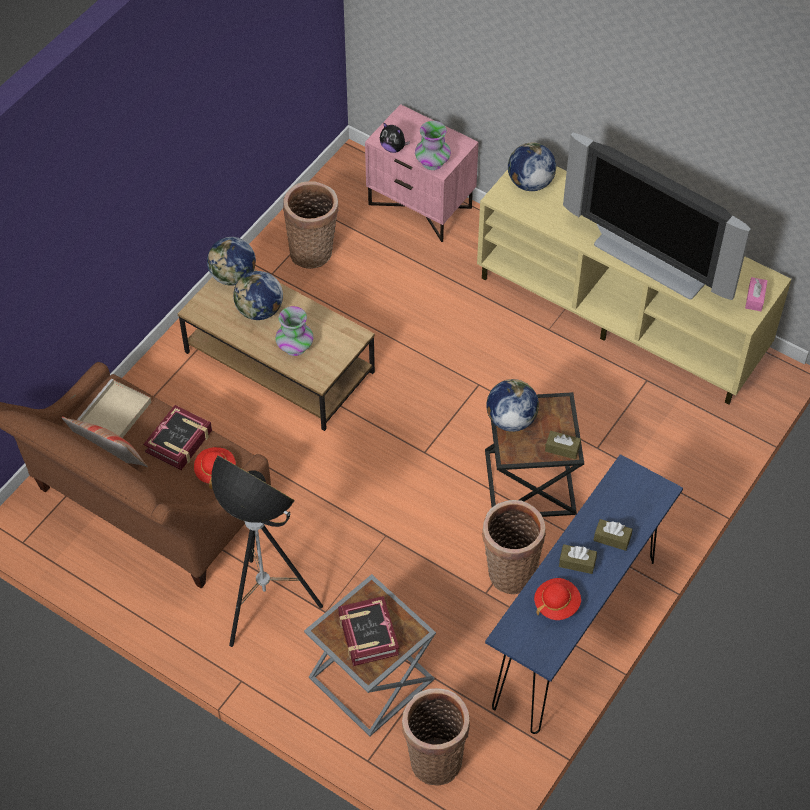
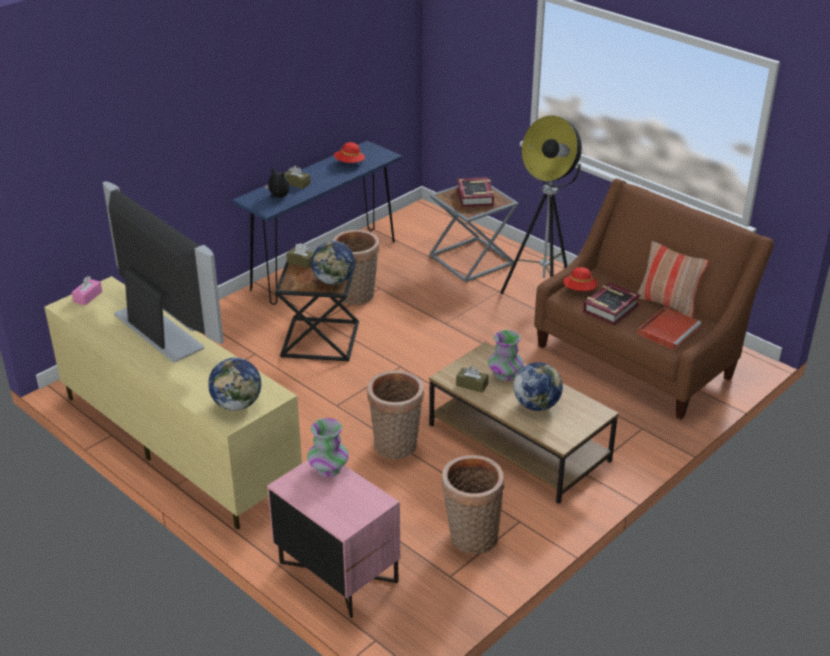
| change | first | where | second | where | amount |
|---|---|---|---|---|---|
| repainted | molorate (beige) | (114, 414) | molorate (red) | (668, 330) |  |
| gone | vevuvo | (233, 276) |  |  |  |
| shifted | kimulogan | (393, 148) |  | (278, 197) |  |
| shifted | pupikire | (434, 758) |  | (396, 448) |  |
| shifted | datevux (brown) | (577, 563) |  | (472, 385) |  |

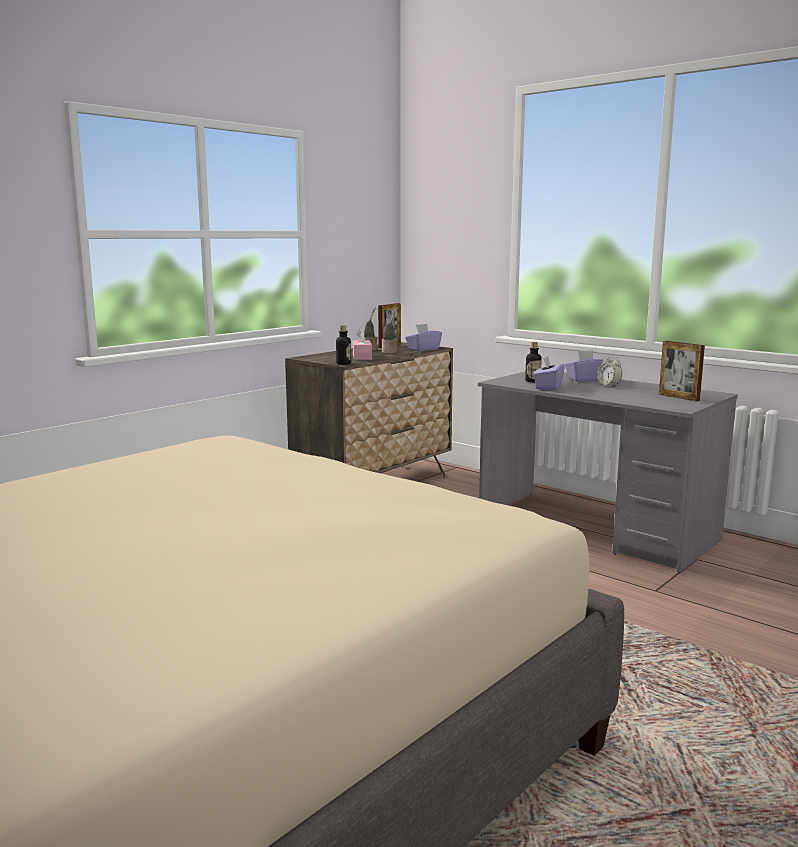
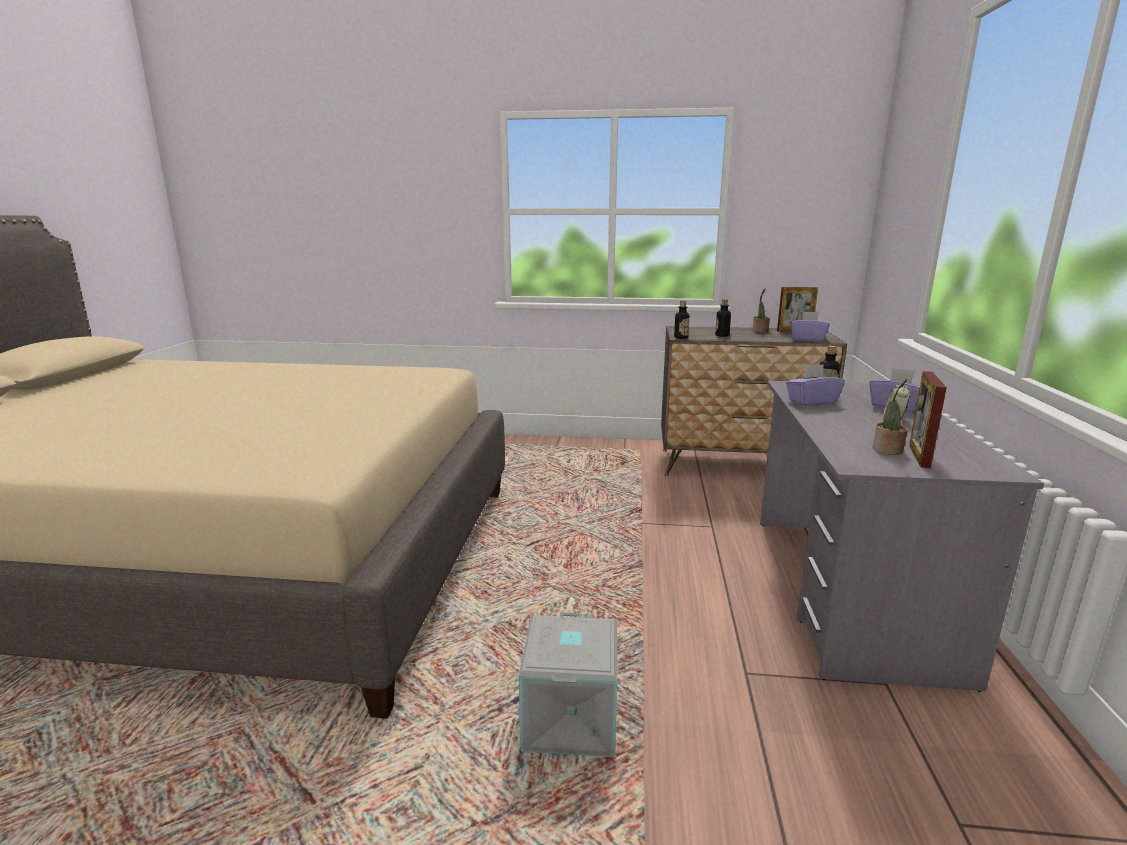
| change | first | where | second | where | amount |
|---|---|---|---|---|---|
| swapped | datevux (pink) | (362, 357) | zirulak | (722, 335) |  |
| shifted | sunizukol | (390, 352) |  | (888, 450) |  |
| new |  |  | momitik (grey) | (572, 720) |  |

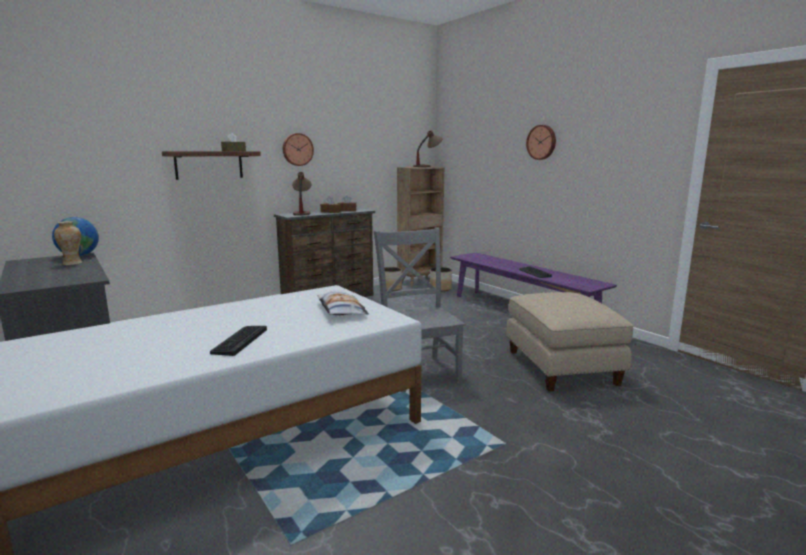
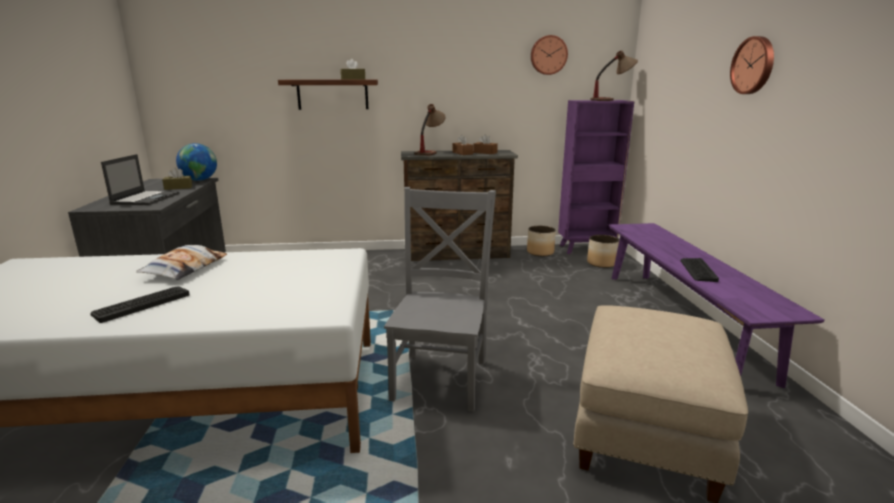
| change | first | where | second | where | amount |
|---|---|---|---|---|---|
| swapped | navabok | (72, 263) | datevux (brown) | (178, 187) |  |
| shifted | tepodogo | (297, 149) |  | (548, 55) |  |
| shifted | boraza | (341, 310) |  | (185, 268) |  |
| repainted | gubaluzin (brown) | (420, 281) | gubaluzin (purple) | (586, 249) |  |
| new |  |  | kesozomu | (146, 198) |  |

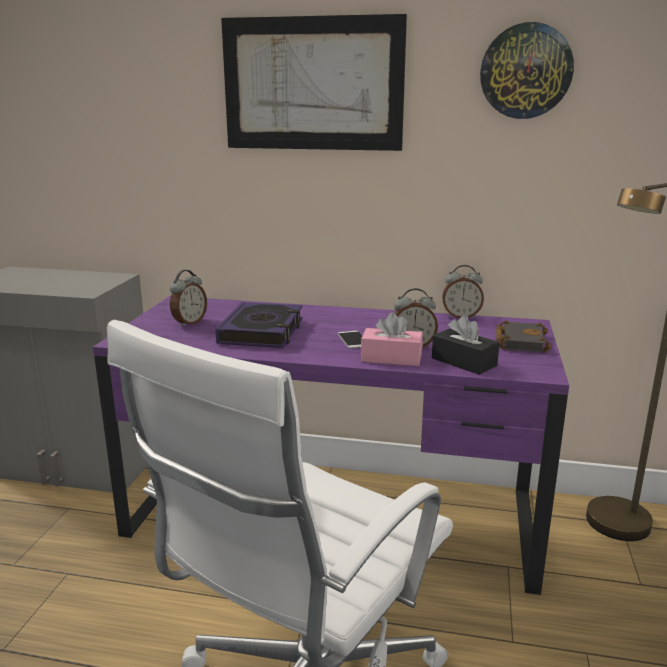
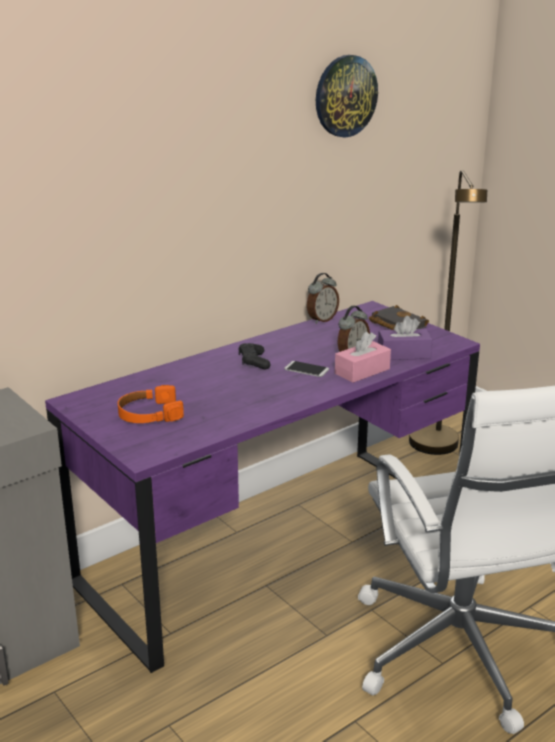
| change | first | where | second | where | amount |
|---|---|---|---|---|---|
| swapped | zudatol | (189, 323) | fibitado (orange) | (149, 414) |  |
| gone | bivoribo | (262, 332) |  |  |  |
| gone | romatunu | (312, 84) |  |  |  |
| repainted | datevux (black) | (464, 362) | datevux (purple) | (404, 354) |  |
| new |  |  | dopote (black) | (253, 362) |  |

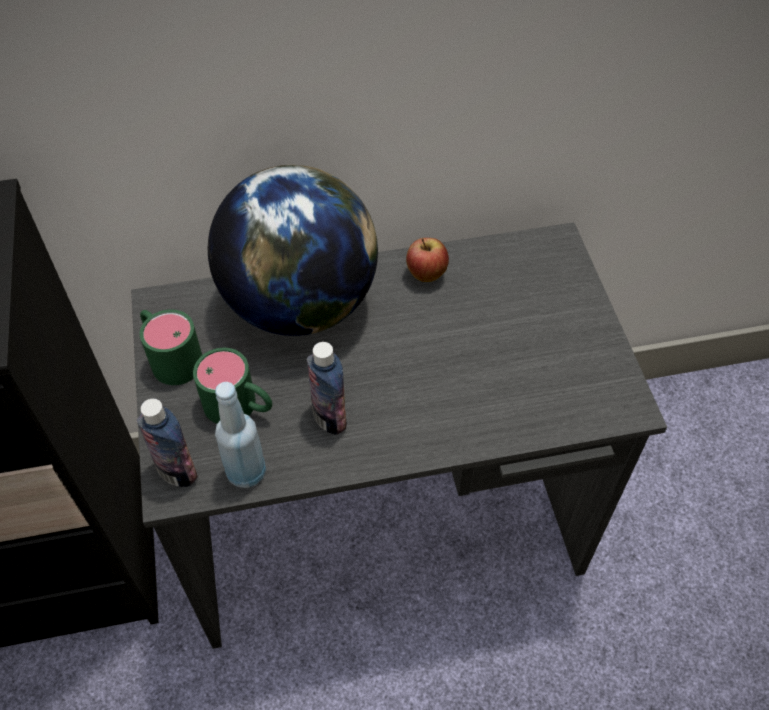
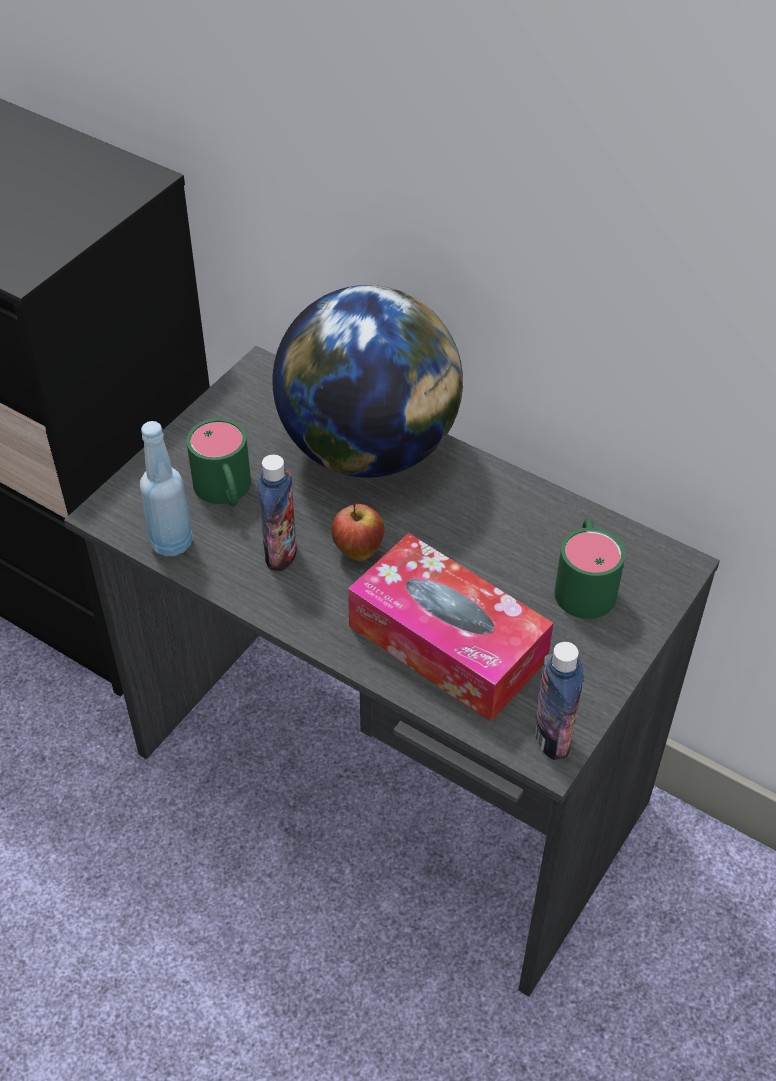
| change | first | where | second | where | amount |
|---|---|---|---|---|---|
| shifted | zirulak | (177, 472) |  | (551, 737) |  |
| shifted | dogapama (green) | (170, 356) |  | (584, 582) |  |
| shifted | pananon | (426, 275) |  | (358, 551) |  |
| new |  |  | datevux | (447, 643) |  |

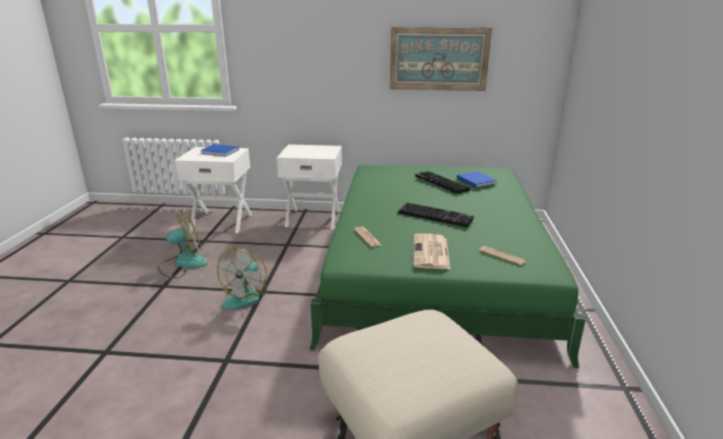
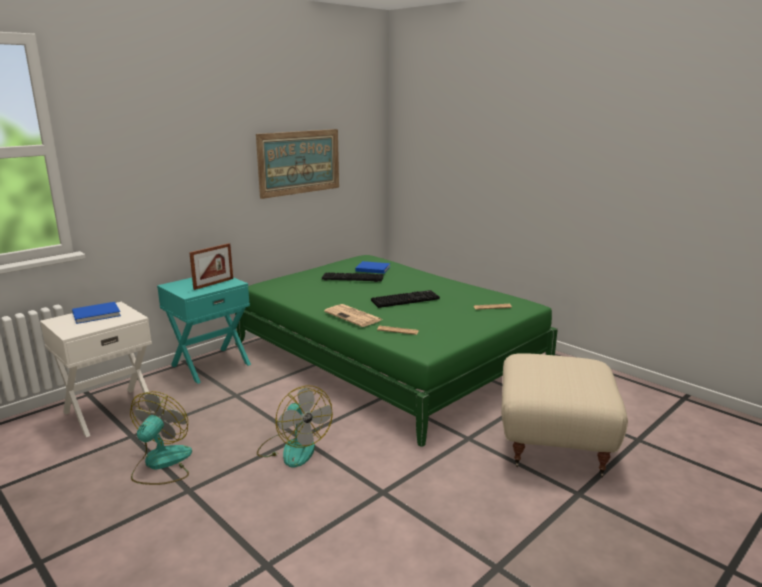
| change | first | where | second | where | amount |
|---|---|---|---|---|---|
| repainted | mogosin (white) | (313, 218) | mogosin (turquoise) | (210, 364) |  |
| shifted | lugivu | (431, 252) |  | (354, 316) |  |
| new |  |  | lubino | (213, 284) |  |

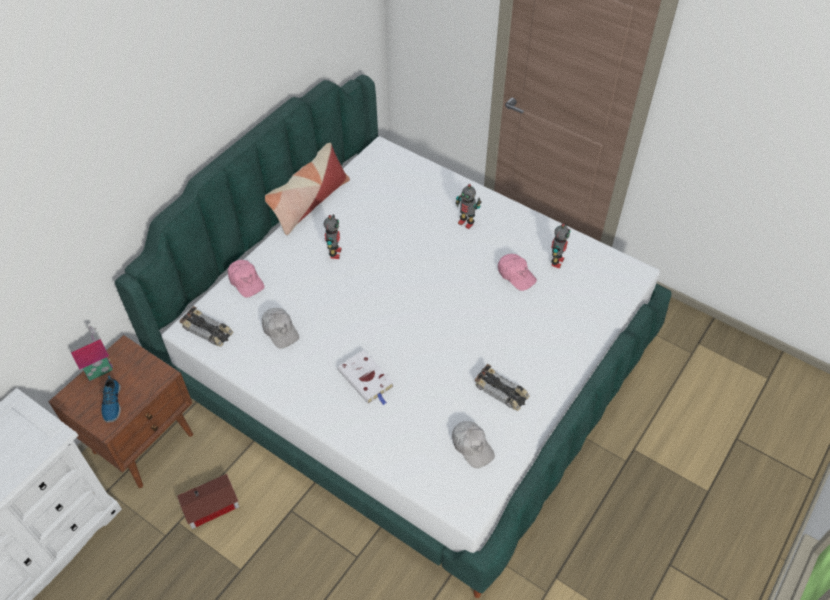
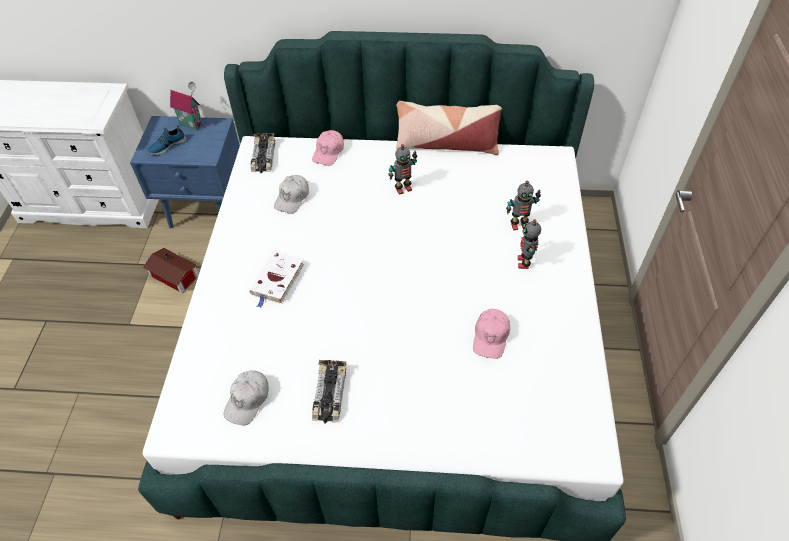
| change | first | where | second | where | amount |
|---|---|---|---|---|---|
| repainted | mogosin (brown) | (145, 442) | mogosin (blue) | (208, 208) |  |
| shifted | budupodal | (556, 262) |  | (519, 225) |  |

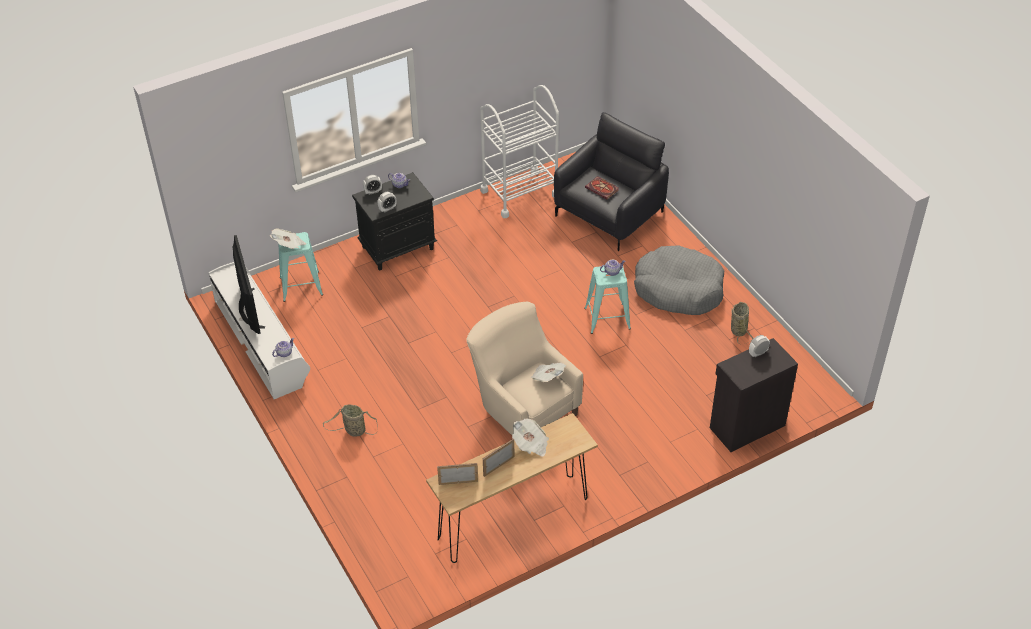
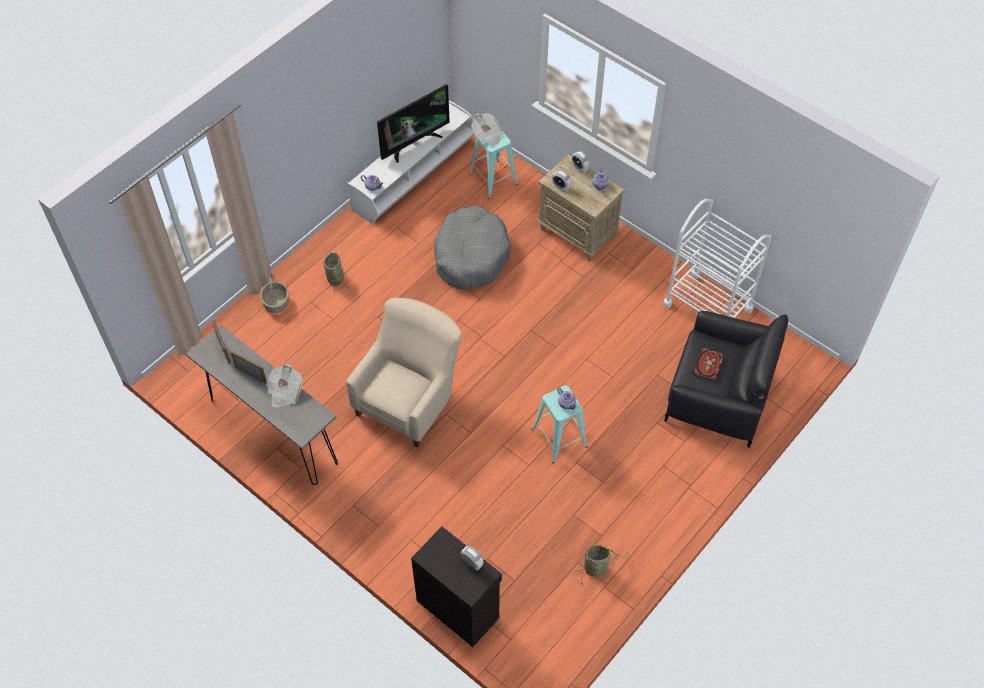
| change | first | where | second | where | amount |
|---|---|---|---|---|---|
| repainted | mogosin (black) | (398, 247) | mogosin (beige) | (578, 233) |  |
| repainted | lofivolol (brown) | (513, 519) | lofivolol (grey) | (273, 431) |  |
| gone | lugivu | (547, 377) |  |  |  |
| shifted | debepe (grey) | (678, 289) |  | (471, 255) |  |
| new |  |  | pupikire | (276, 303) |  |

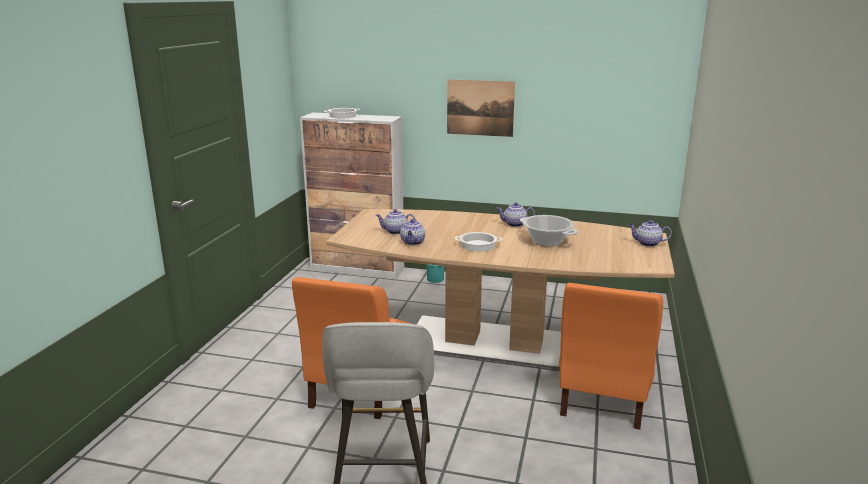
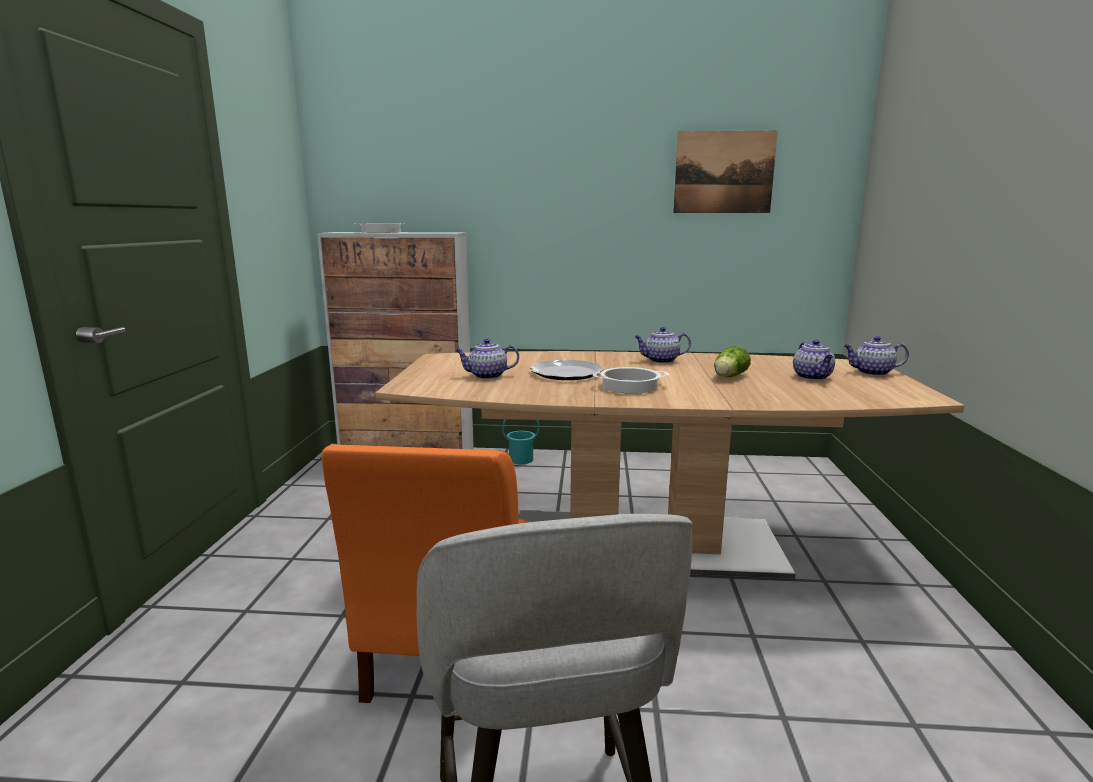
| change | first | where | second | where | amount |
|---|---|---|---|---|---|
| shifted | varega | (413, 242) |  | (813, 377) |  |
| shifted | romatunu | (480, 108) |  | (724, 172) |  |
| swapped | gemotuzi | (547, 241) | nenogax | (728, 377) |  |
| gone | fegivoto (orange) | (602, 398) |  |  |  |
| new |  |  | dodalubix | (567, 373) |  |

